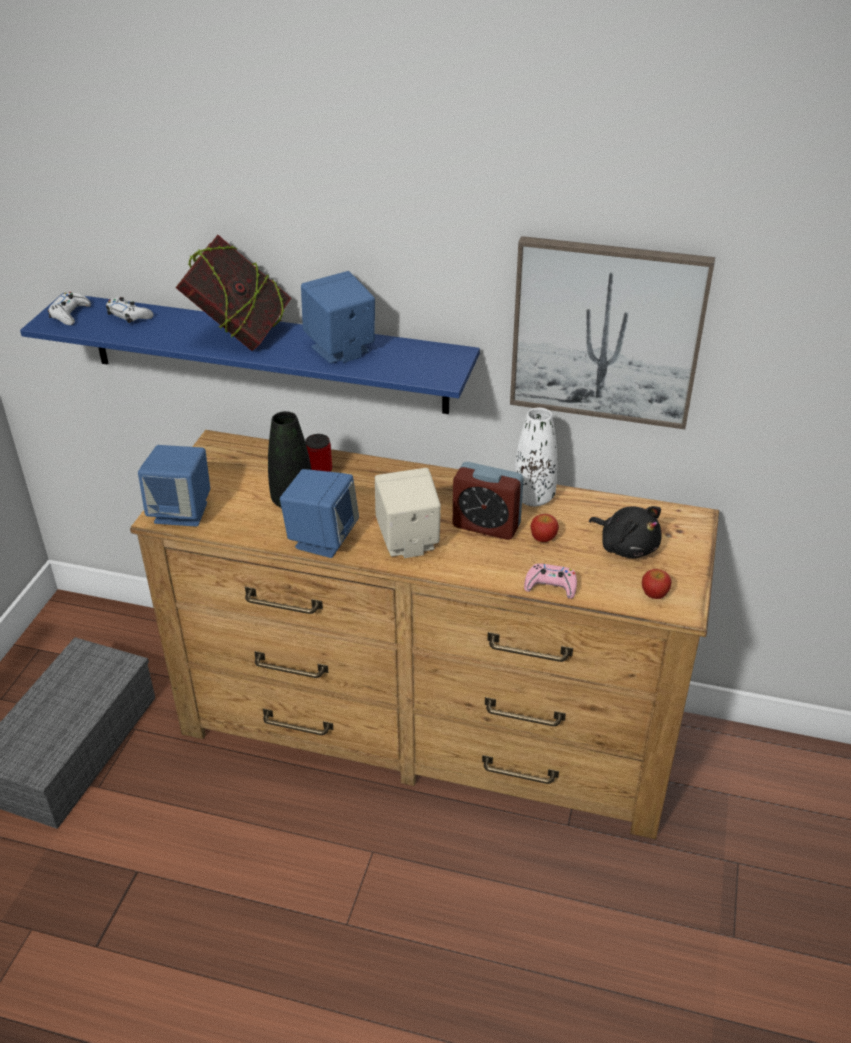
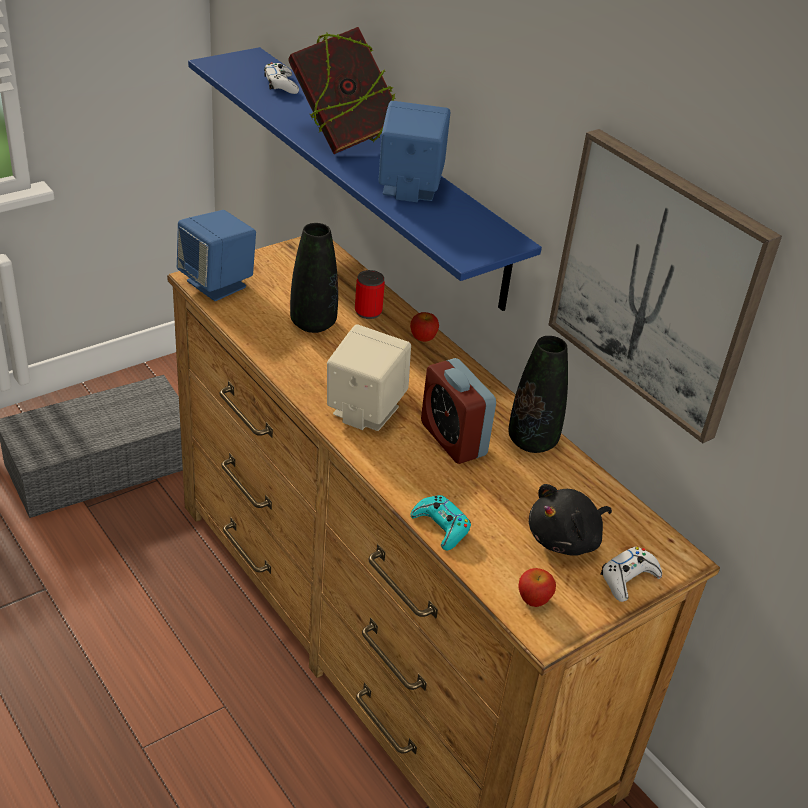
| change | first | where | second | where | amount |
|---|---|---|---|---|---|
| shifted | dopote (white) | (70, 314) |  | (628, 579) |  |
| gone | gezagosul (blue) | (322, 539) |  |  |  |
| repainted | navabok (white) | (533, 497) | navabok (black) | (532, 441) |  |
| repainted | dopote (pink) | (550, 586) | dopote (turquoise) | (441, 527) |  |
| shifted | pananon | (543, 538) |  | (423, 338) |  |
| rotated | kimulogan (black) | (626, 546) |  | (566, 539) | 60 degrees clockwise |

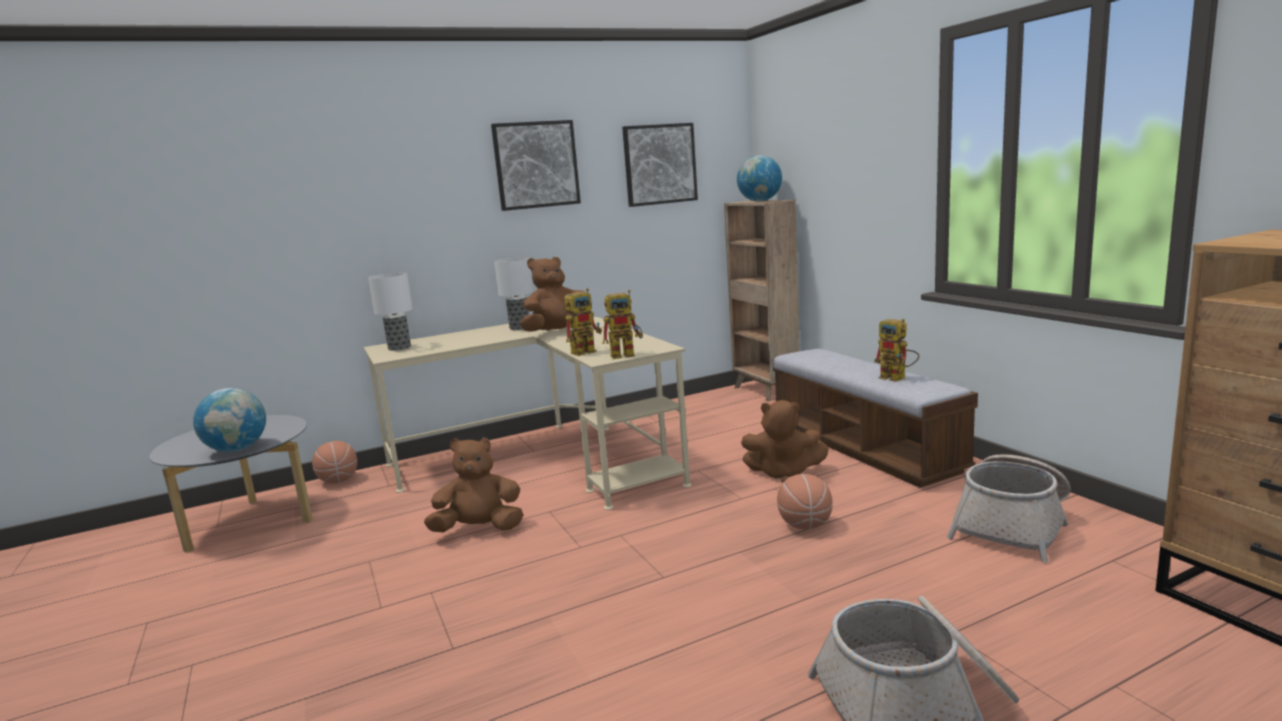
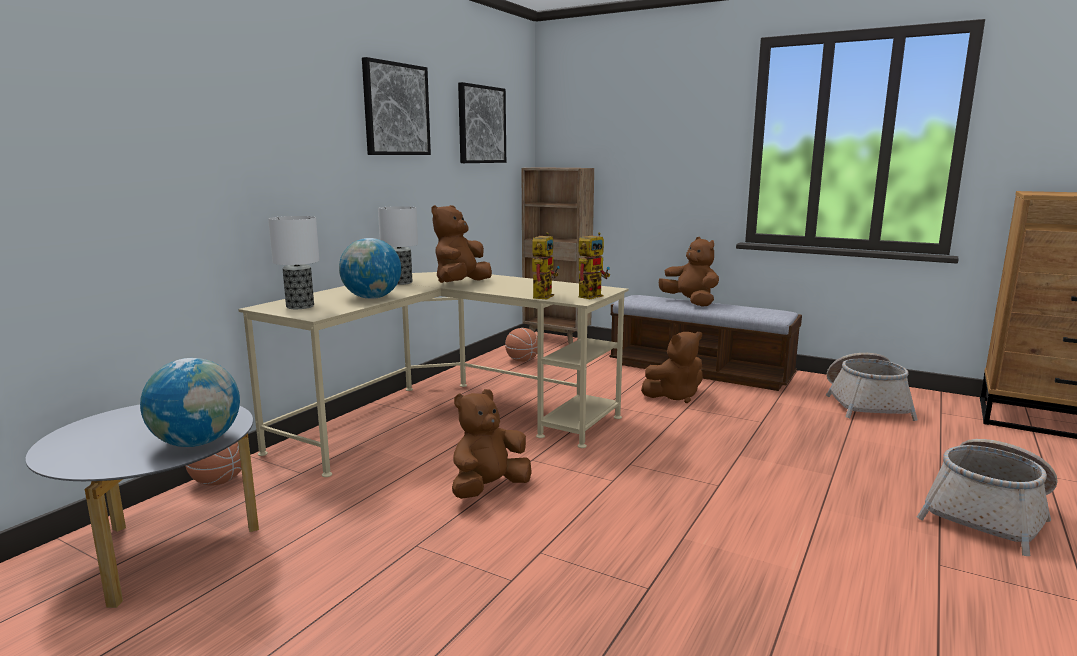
| change | first | where | second | where | amount |
|---|---|---|---|---|---|
| shifted | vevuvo | (760, 201) |  | (372, 298) |  |
| shifted | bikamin | (805, 525) |  | (522, 360) |  |
| gone | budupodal | (898, 378) |  |  |  |
| new |  |  | kimulogan (brown) | (690, 302) |  |

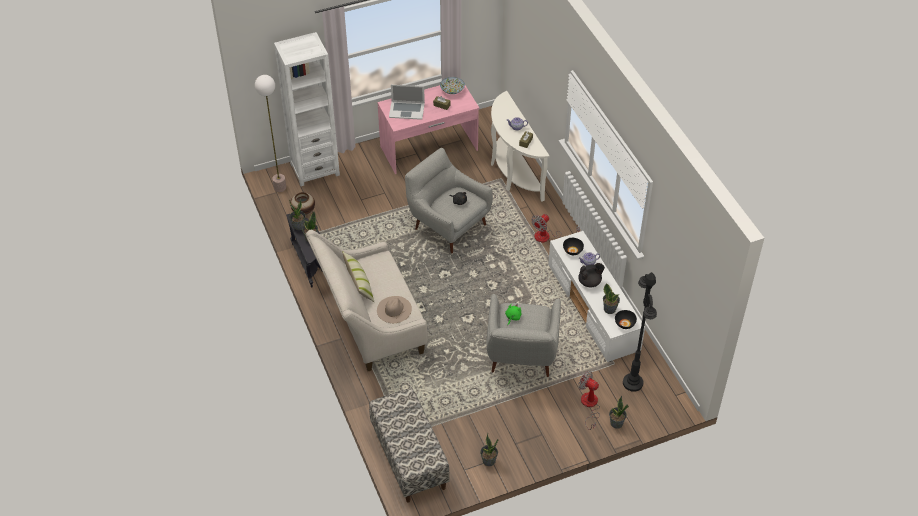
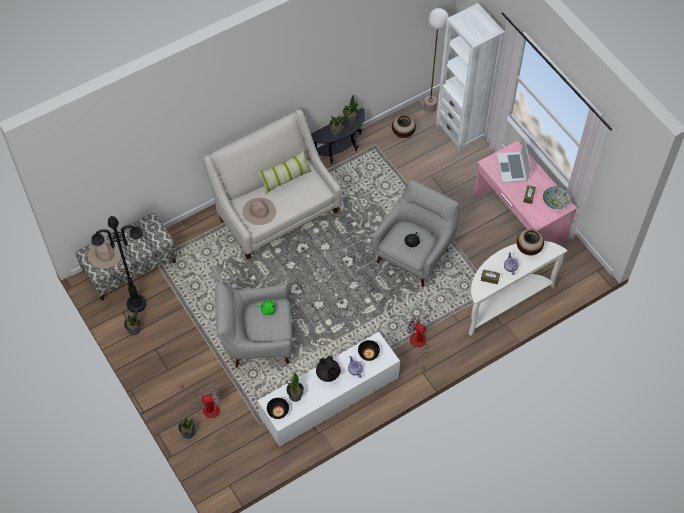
| change | first | where | second | where | amount |
|---|---|---|---|---|---|
| rotated | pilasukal | (589, 405) |  | (206, 407) | 45 degrees clockwise |
| shifted | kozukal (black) | (633, 383) |  | (136, 304) |  |
| new |  |  | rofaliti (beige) | (105, 254) |  |
| new |  |  | navabok | (528, 248) |  |

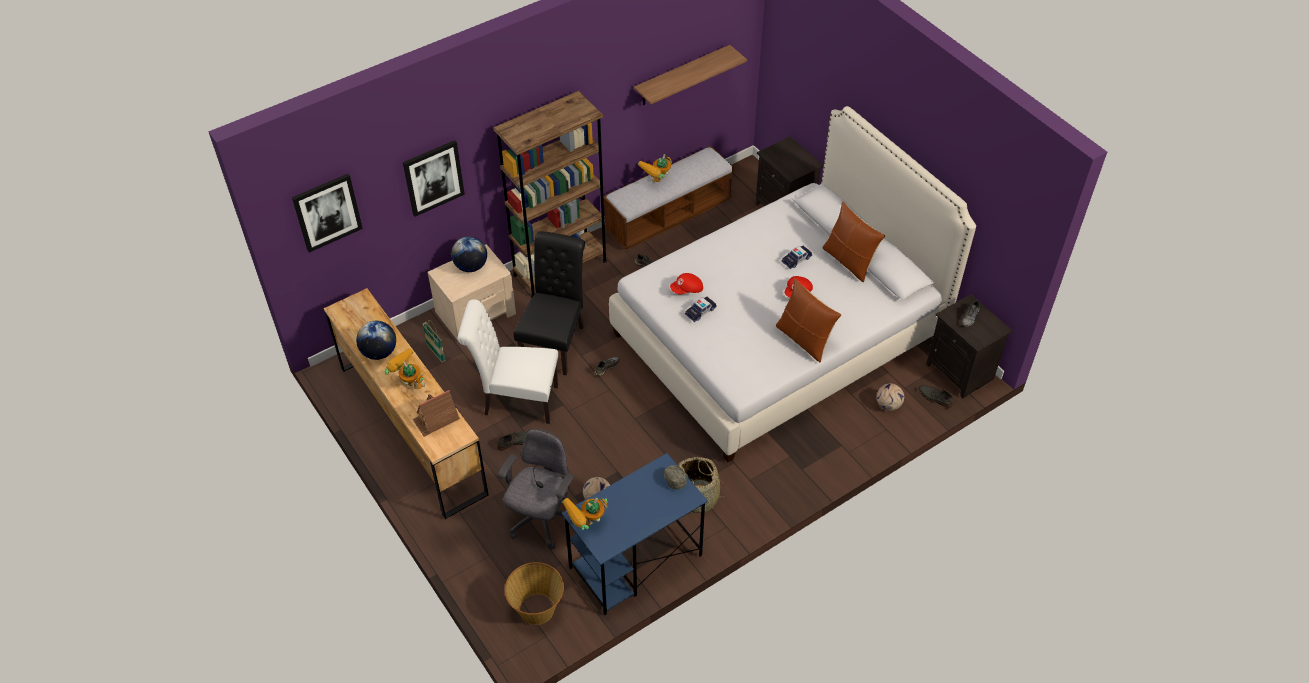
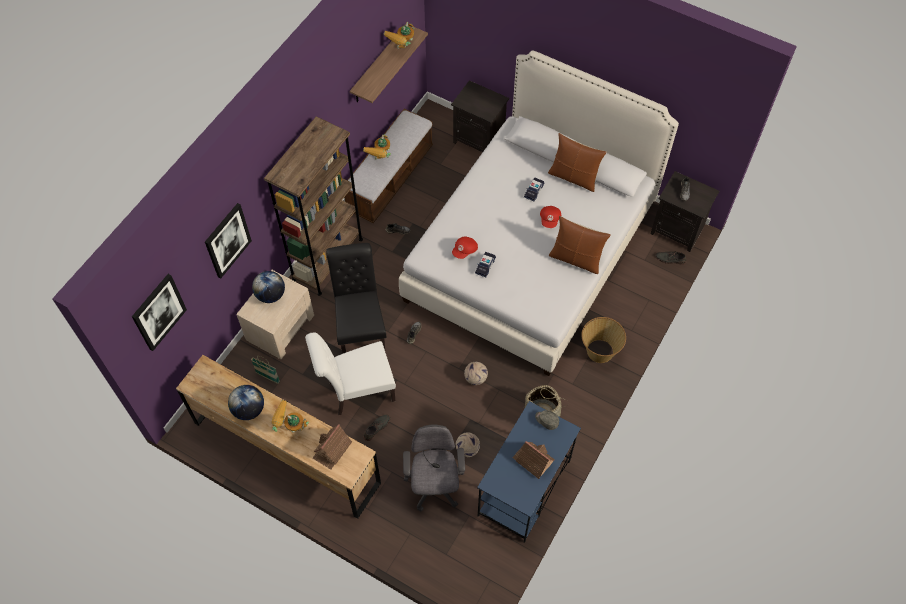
| change | first | where | second | where | amount |
|---|---|---|---|---|---|
| shifted | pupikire | (537, 608) |  | (599, 350) |  |
| shifted | budupodal | (586, 526) |  | (402, 50) |  |
| shifted | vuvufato | (888, 405) |  | (476, 378) |  |
| new |  |  | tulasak | (533, 460) |  |

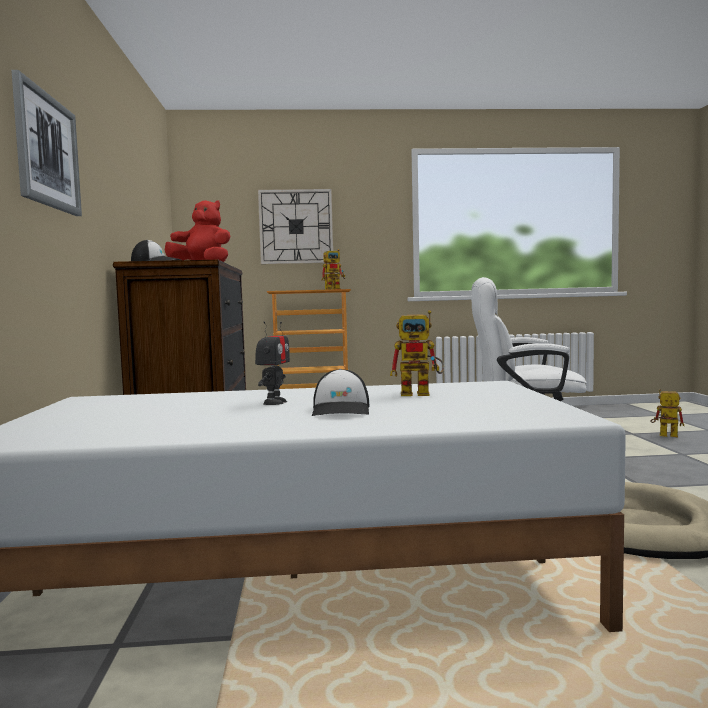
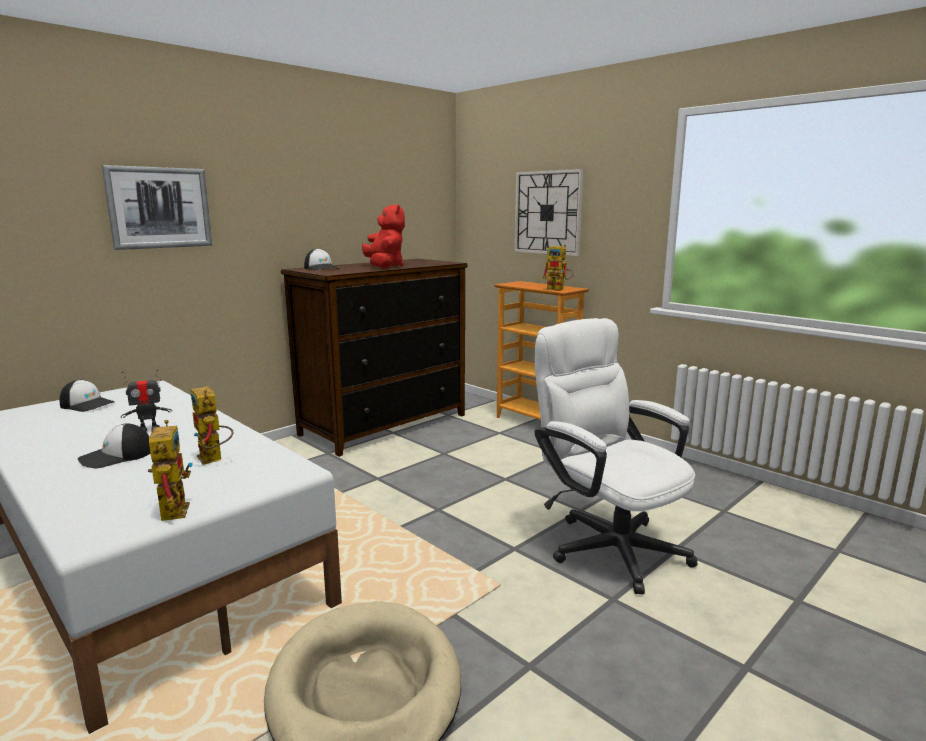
| change | first | where | second | where | amount |
|---|---|---|---|---|---|
| shifted | budupodal | (664, 435) |  | (172, 508) |  |
| new |  |  | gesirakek | (87, 404) |  |

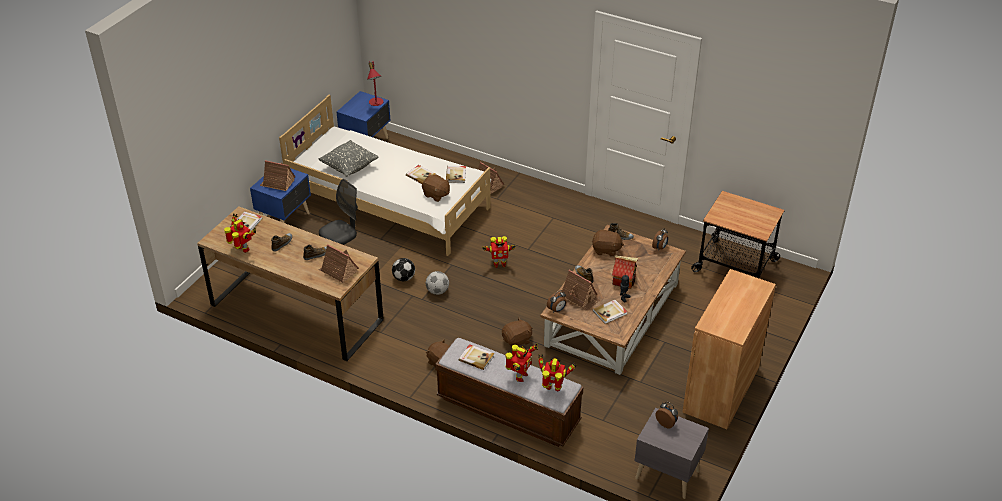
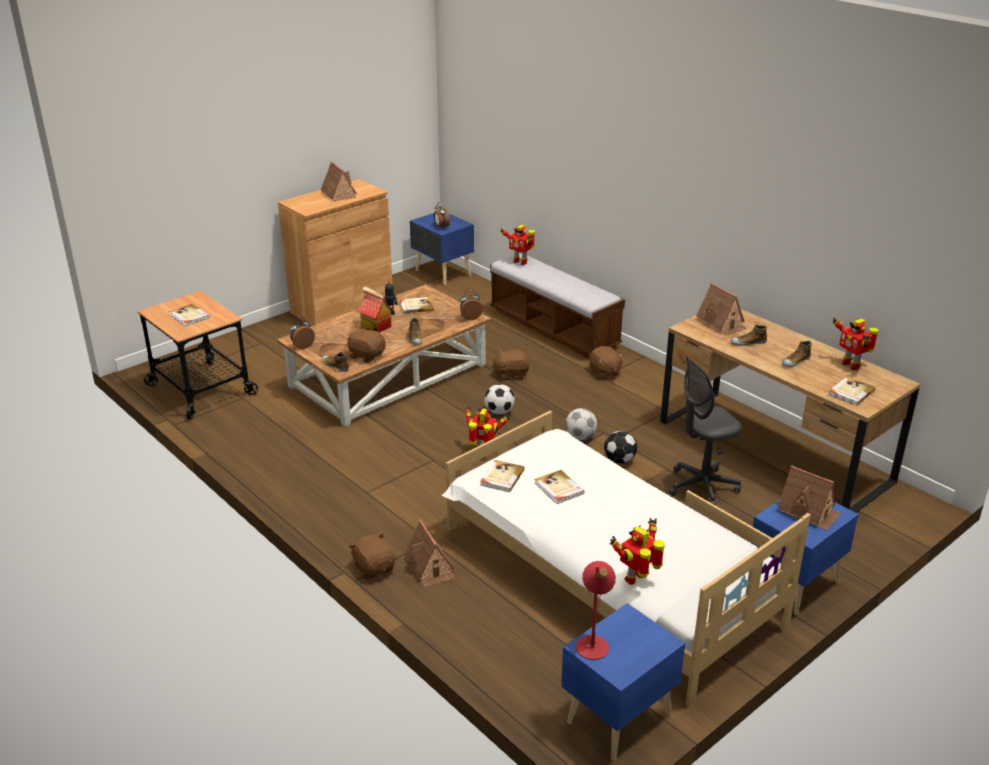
| change | first | where | second | where | amount |
|---|---|---|---|---|---|
| gone | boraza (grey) | (349, 167) |  |  |  |
| shifted | kimulogan (brown) | (436, 195) |  | (374, 568) |  |
| shifted | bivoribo | (476, 358) |  | (189, 316) |  |
| shifted | budupodal | (520, 376) |  | (637, 578) |  |
| shifted | tulasak | (580, 298) |  | (338, 194) |  |
| repainted | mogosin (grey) | (666, 473) | mogosin (blue) | (442, 274) |  |
| new |  |  | vuvufato | (499, 412) |  |

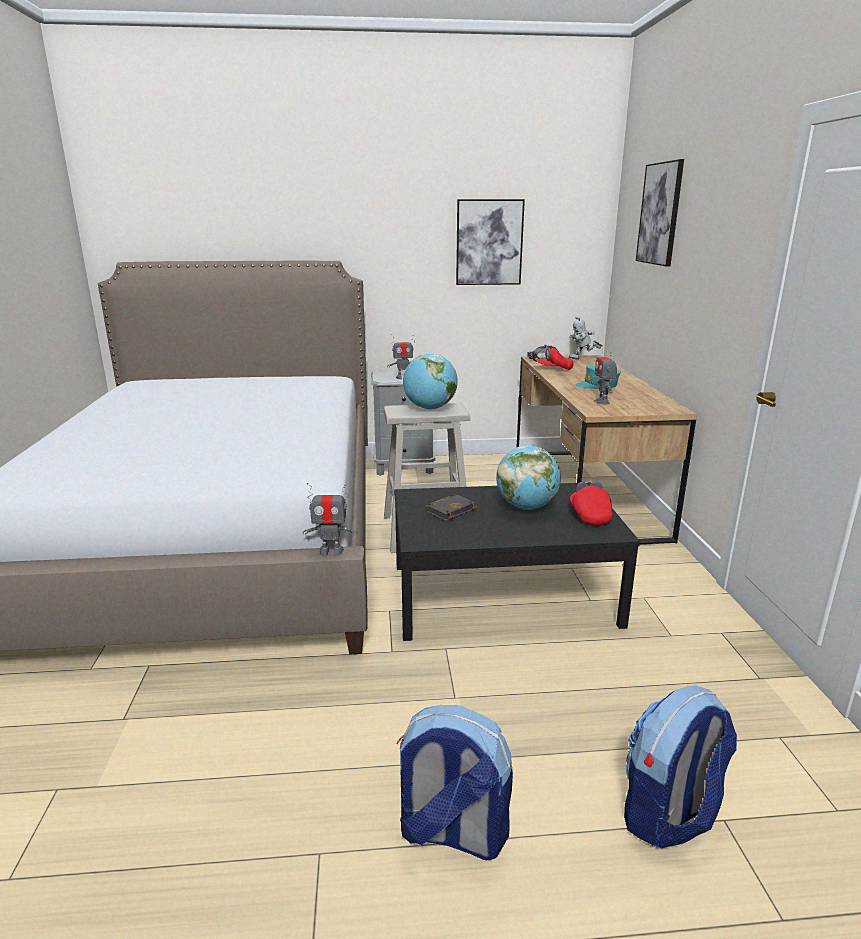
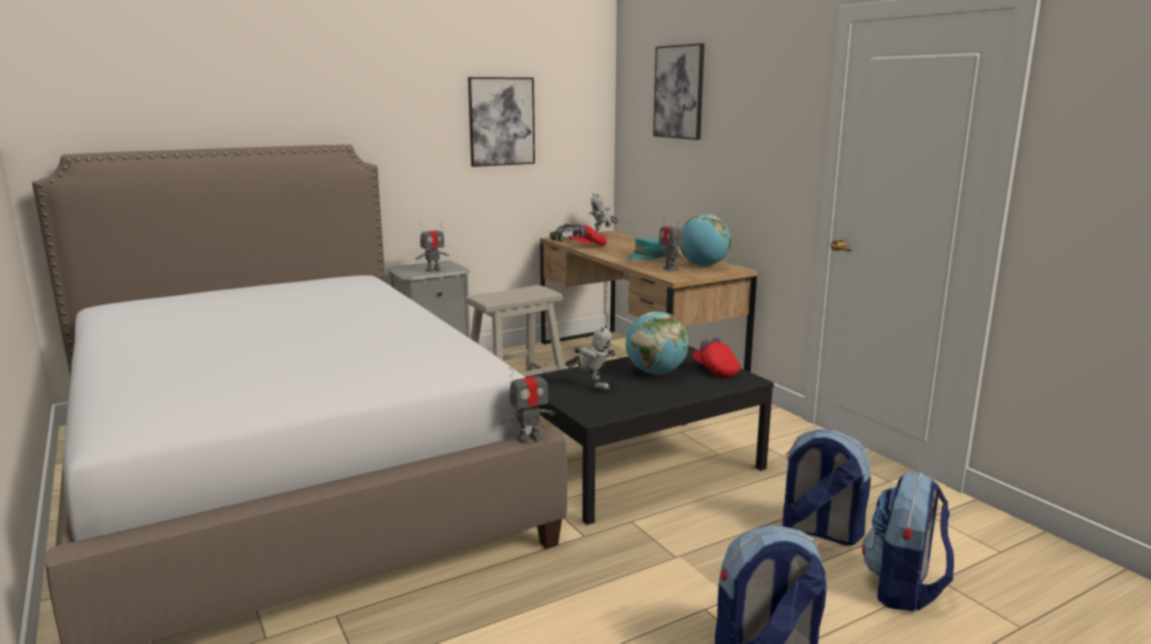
| change | first | where | second | where | amount |
|---|---|---|---|---|---|
| shifted | vevuvo | (430, 408) |  | (703, 265) |  |
| swapped | bivoribo (black) | (450, 510) | budupodal | (592, 386) |  |
| new |  |  | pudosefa | (819, 531) |  |

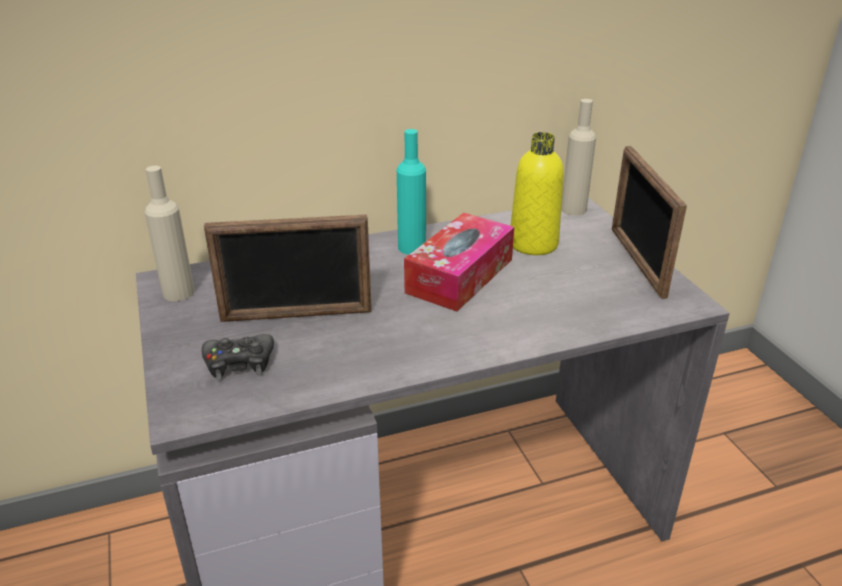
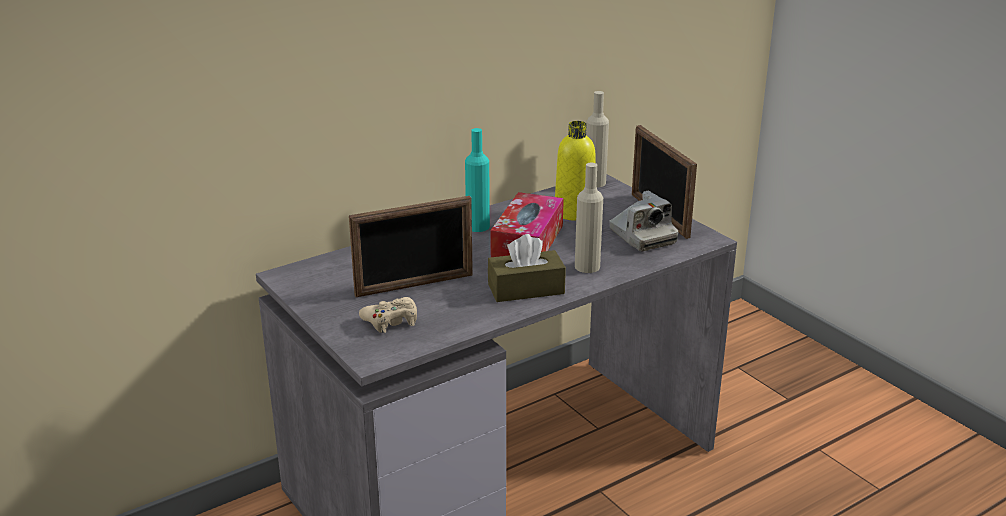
| change | first | where | second | where | amount |
|---|---|---|---|---|---|
| shifted | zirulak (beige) | (178, 292) |  | (587, 266) |  |
| repainted | dopote (black) | (239, 363) | dopote (beige) | (391, 321) |  |
| new |  |  | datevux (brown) | (526, 289) |  |
| new |  |  | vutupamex | (642, 236) |  |

